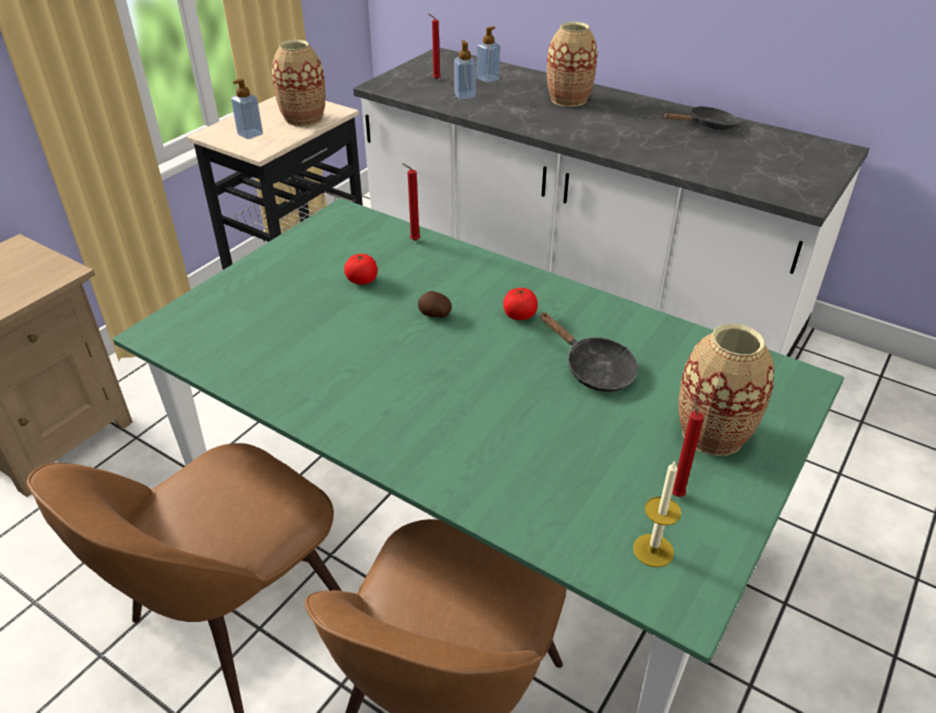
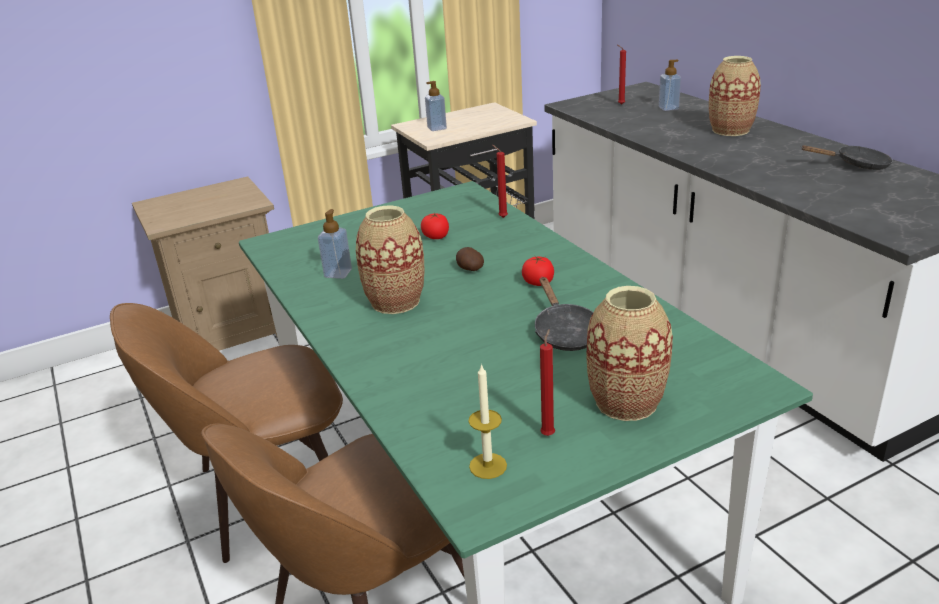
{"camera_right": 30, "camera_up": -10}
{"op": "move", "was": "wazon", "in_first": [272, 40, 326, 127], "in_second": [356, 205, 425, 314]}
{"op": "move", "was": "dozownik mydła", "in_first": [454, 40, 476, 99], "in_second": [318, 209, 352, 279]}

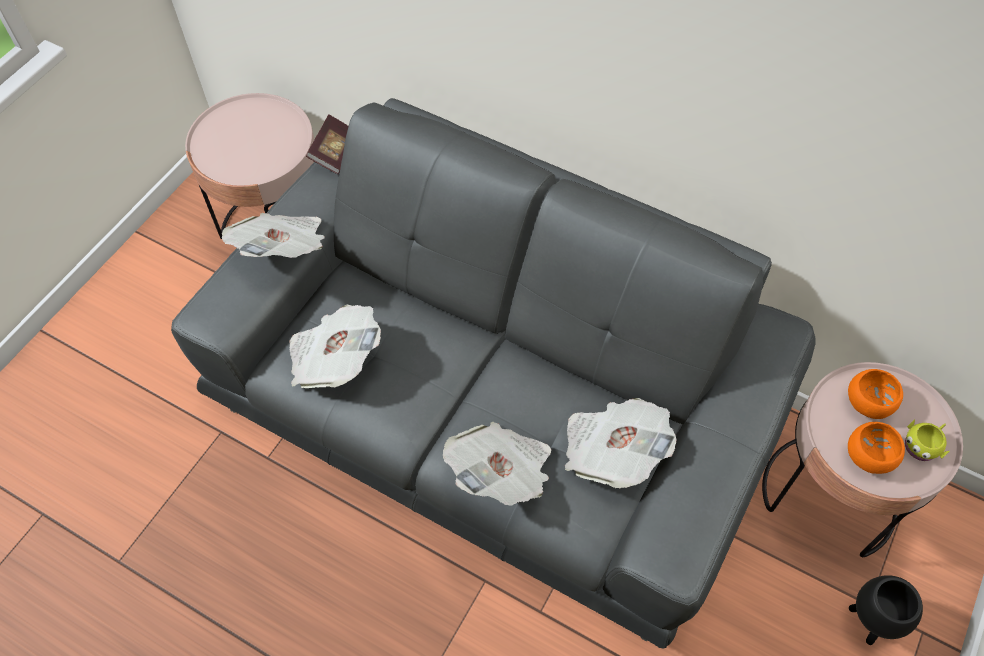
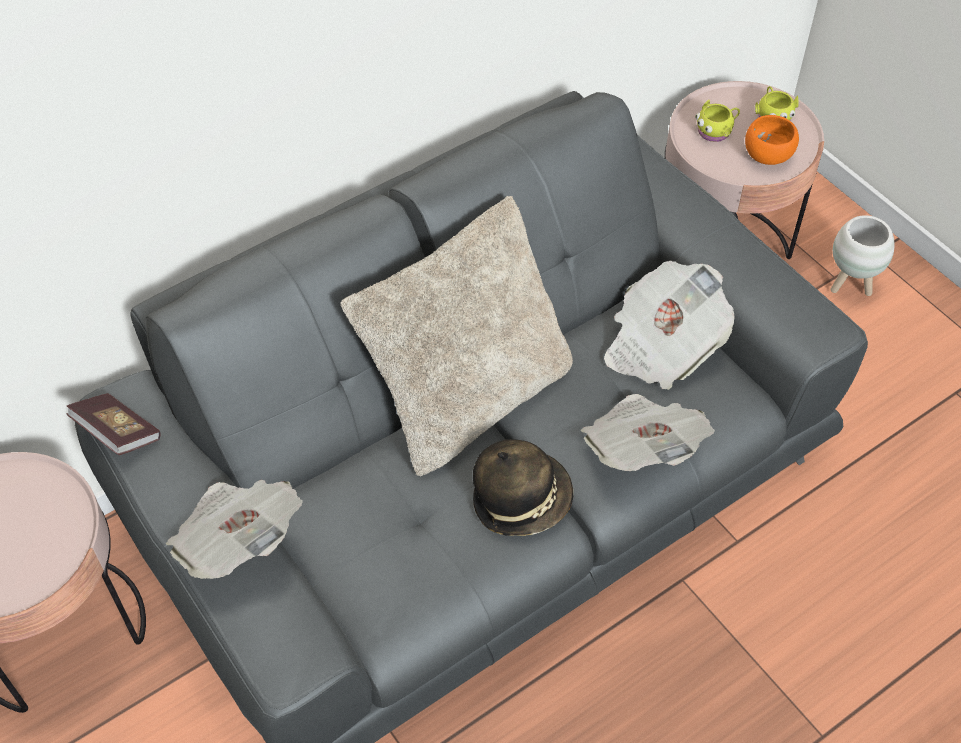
{"camera_right": -65, "camera_up": -5}
{"op": "delete", "was": "gazeta", "in_first": [289, 305, 381, 388]}
{"op": "replace", "was": "miska/pomarańczowy", "now": "kubek/żółty", "in_first": [848, 369, 903, 419], "in_second": [695, 100, 740, 142]}
{"op": "recolor", "was": "donica/czarny", "now": "donica/biały", "in_first": [849, 575, 923, 645], "in_second": [831, 215, 895, 296]}
{"op": "insert", "now": "poduszka/beżowy", "in_second": [340, 196, 573, 476]}
{"op": "insert", "now": "kapelusz", "in_second": [473, 439, 573, 536]}

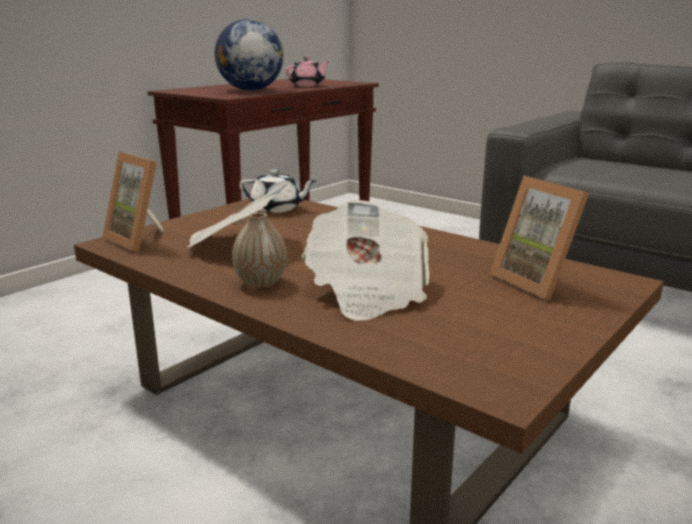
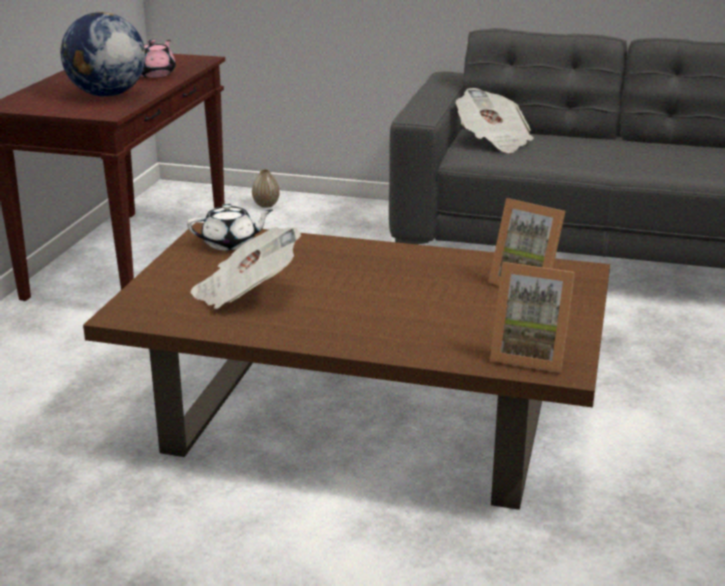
{"camera_right": -25, "camera_up": 5}
{"op": "move", "was": "ramka na zdjęcie", "in_first": [102, 152, 164, 252], "in_second": [490, 262, 575, 373]}
{"op": "move", "was": "gazeta", "in_first": [302, 200, 429, 321], "in_second": [456, 88, 534, 153]}
{"op": "move", "was": "wazon", "in_first": [232, 212, 287, 288], "in_second": [252, 169, 280, 208]}

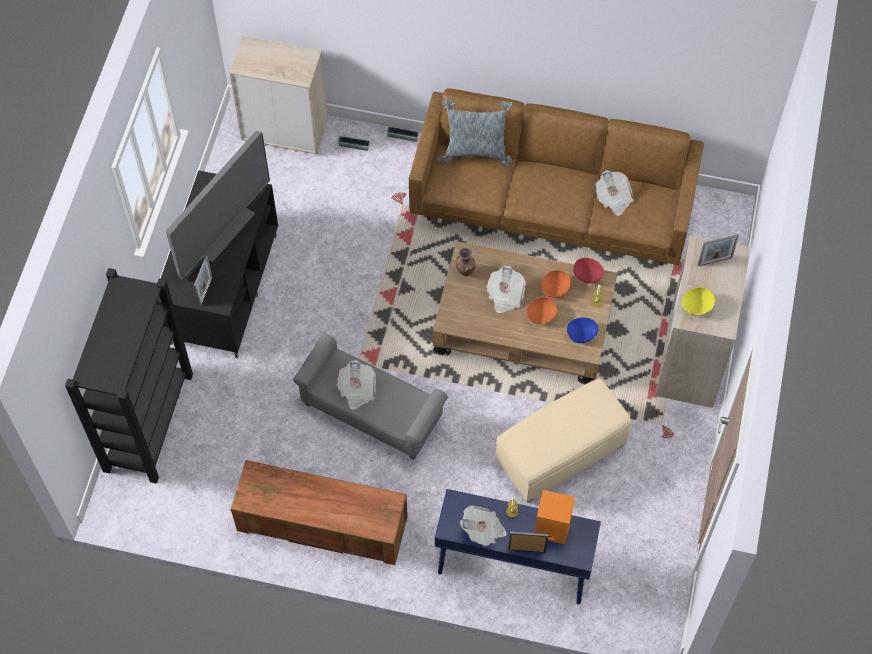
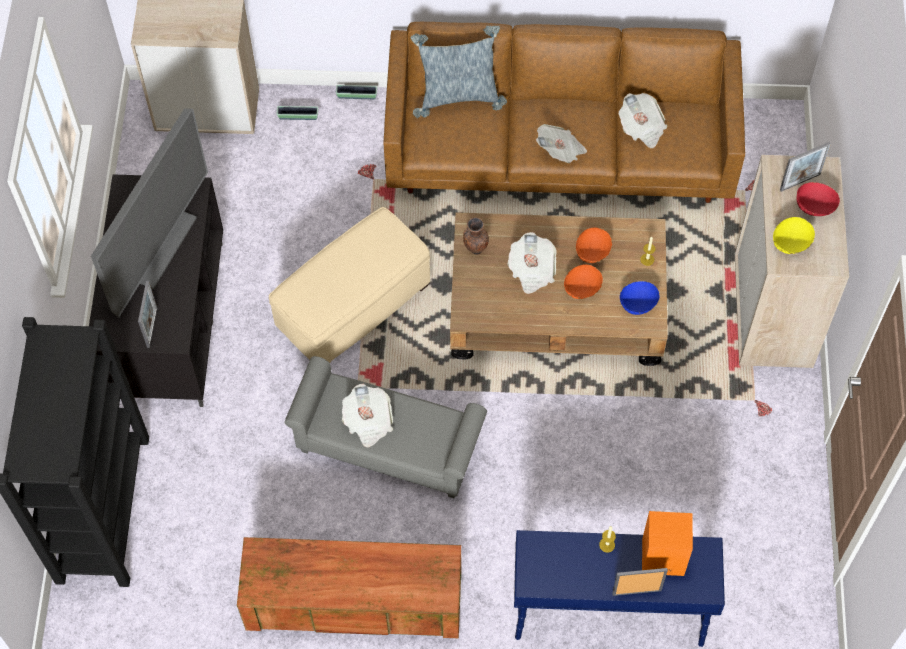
{"camera_right": -10, "camera_up": 0}
{"op": "move", "was": "miska/czerwony", "in_first": [573, 258, 604, 283], "in_second": [797, 182, 840, 216]}
{"op": "move", "was": "pufa/beżowy", "in_first": [496, 378, 632, 503], "in_second": [269, 207, 430, 363]}
{"op": "move", "was": "gazeta", "in_first": [460, 505, 507, 546], "in_second": [536, 124, 587, 163]}

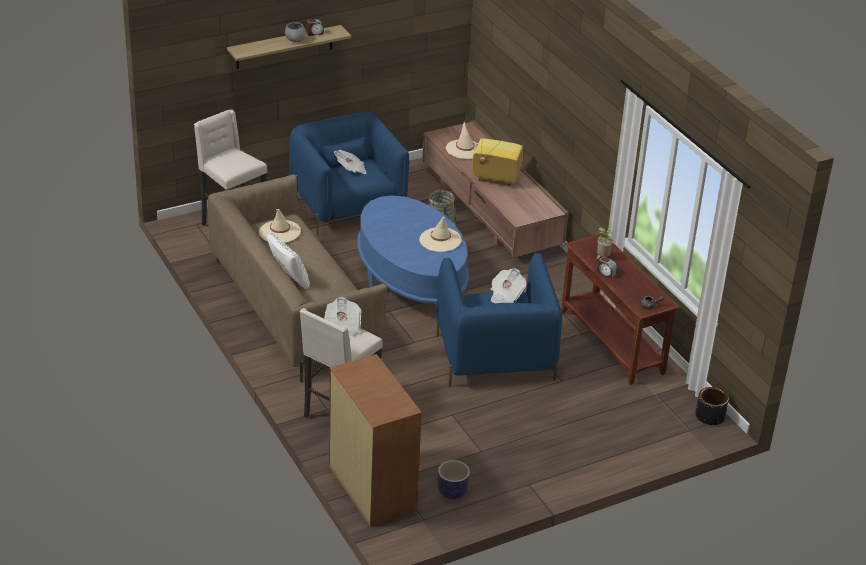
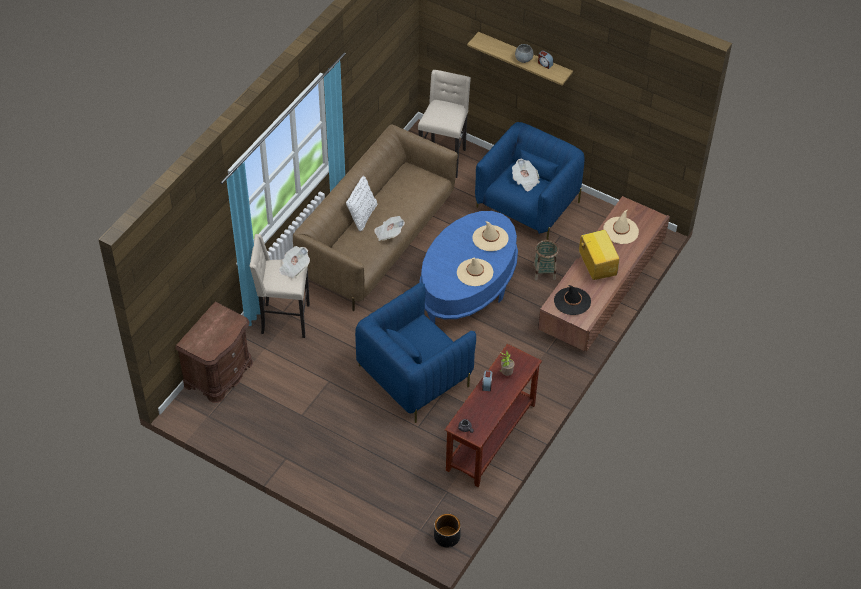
{"camera_right": 60, "camera_up": 15}
{"op": "move", "was": "kapelusz/beżowy", "in_first": [259, 209, 301, 243], "in_second": [472, 221, 509, 251]}
{"op": "move", "was": "gazeta", "in_first": [490, 268, 527, 303], "in_second": [374, 216, 405, 241]}
{"op": "replace", "was": "szafka/brązowy", "now": "szafka nocna/brązowy", "in_first": [329, 354, 422, 527], "in_second": [175, 302, 253, 403]}
{"op": "delete", "was": "donica", "in_first": [437, 460, 470, 499]}
{"op": "insert", "now": "kapelusz/czarny", "in_second": [554, 285, 591, 315]}

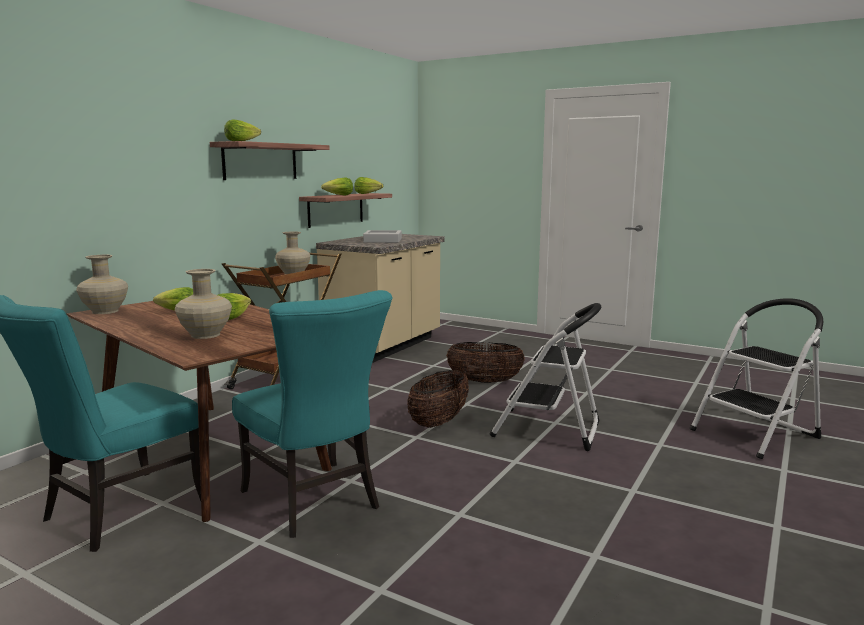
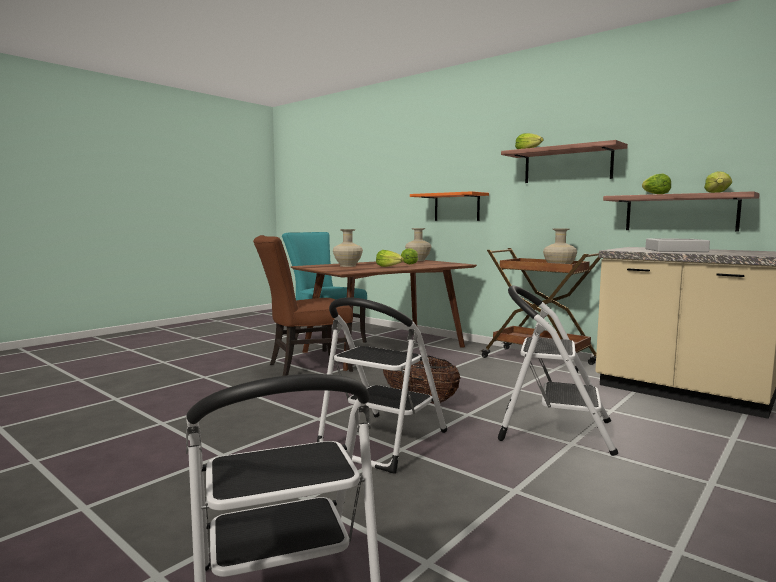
{"camera_right": 100, "camera_up": -5}
{"op": "recolor", "was": "krzesło/turkusowy", "now": "krzesło/brązowy", "in_first": [232, 290, 393, 538], "in_second": [253, 235, 353, 376]}
{"op": "replace", "was": "koszyk", "now": "drabinka", "in_first": [446, 342, 525, 383], "in_second": [498, 285, 618, 456]}
{"op": "insert", "now": "półka/pomarańczowy", "in_second": [410, 191, 489, 221]}

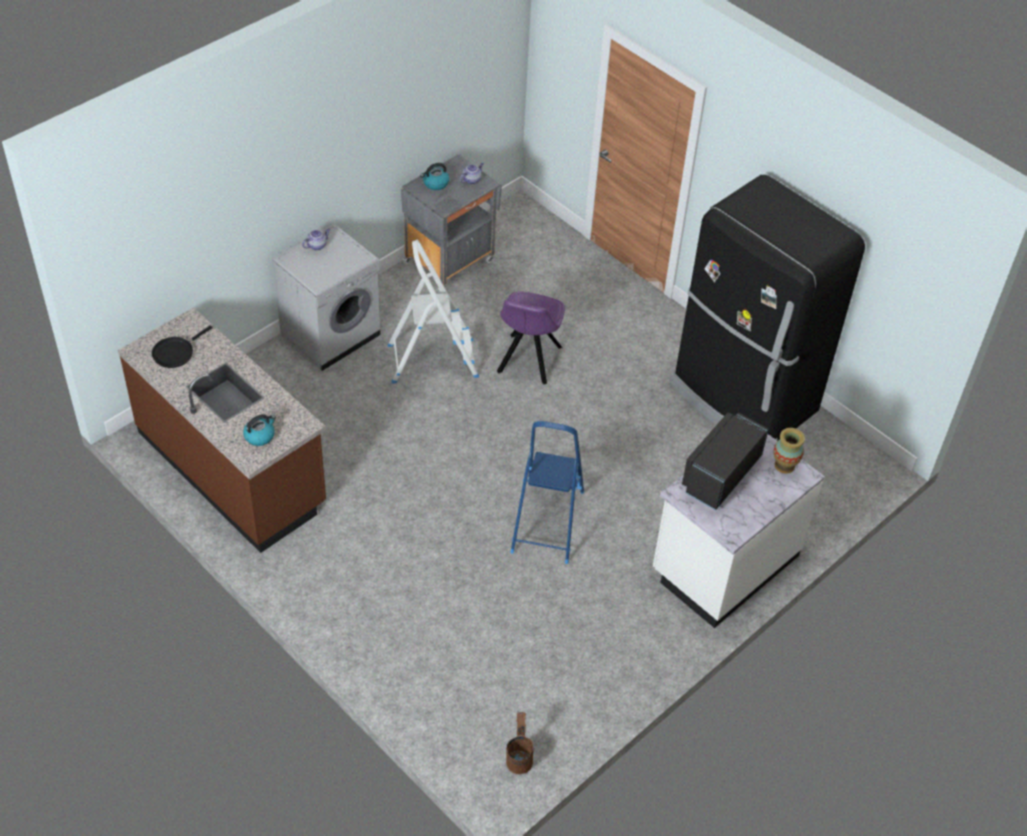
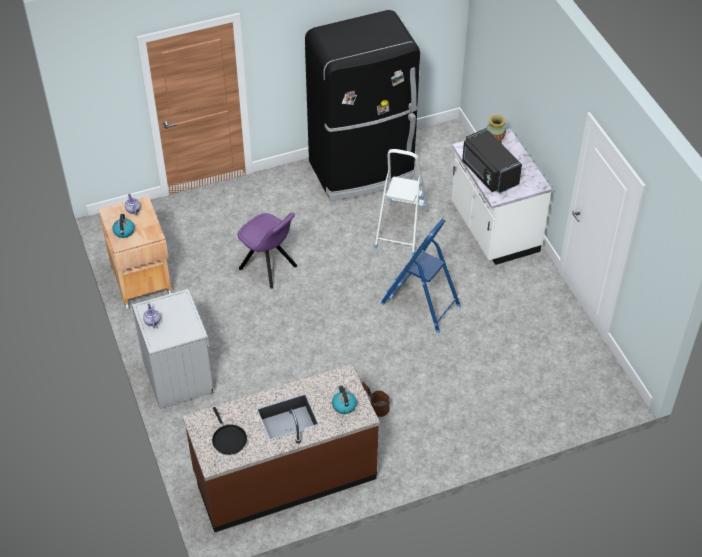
{"camera_right": -65, "camera_up": 0}
{"op": "recolor", "was": "wózek/szary", "now": "wózek/brązowy", "in_first": [401, 154, 502, 292], "in_second": [98, 196, 172, 309]}
{"op": "move", "was": "drabinka/biały", "in_first": [387, 240, 479, 384], "in_second": [375, 149, 428, 255]}
{"op": "move", "was": "wiadro/brązowy", "in_first": [506, 711, 534, 774], "in_second": [361, 382, 390, 417]}

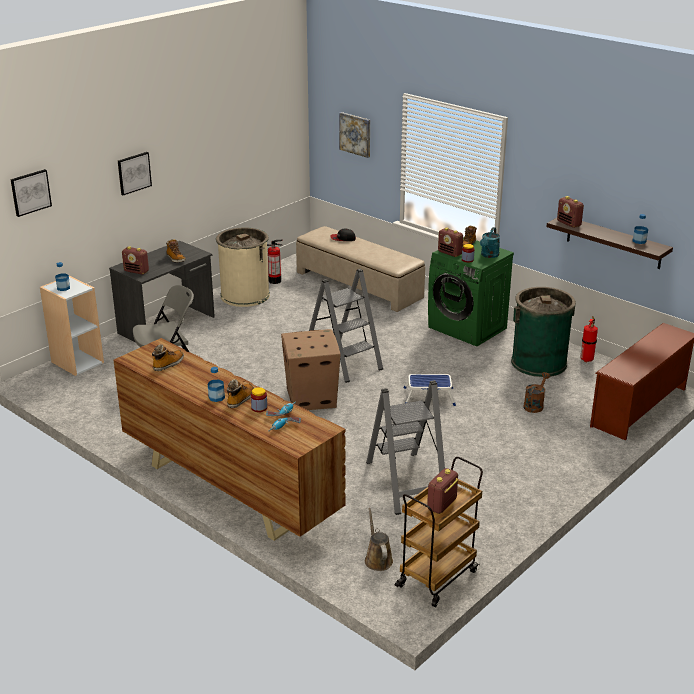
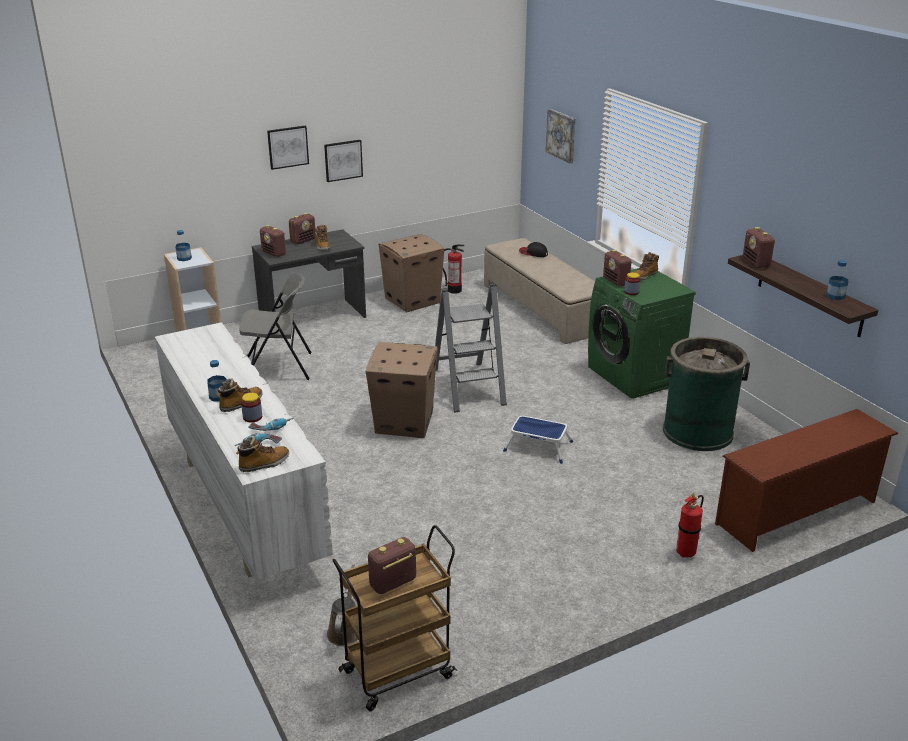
{"camera_right": 20, "camera_up": 0}
{"op": "move", "was": "obraz", "in_first": [10, 169, 52, 217], "in_second": [324, 140, 363, 182]}
{"op": "replace", "was": "kosz na śmieci/beżowy", "now": "karton", "in_first": [216, 227, 270, 307], "in_second": [379, 234, 444, 312]}
{"op": "delete", "was": "konewka/turkusowy", "in_first": [480, 227, 500, 258]}
{"op": "move", "was": "gaśnica", "in_first": [581, 317, 598, 362], "in_second": [676, 493, 704, 557]}
{"op": "recolor", "was": "szafka/brązowy", "now": "szafka/biały", "in_first": [113, 338, 346, 541], "in_second": [155, 322, 333, 580]}
{"op": "move", "was": "but z cholewką", "in_first": [152, 344, 184, 371], "in_second": [236, 436, 289, 472]}
{"op": "delete", "was": "konewka/brązowy", "in_first": [523, 372, 550, 413]}
{"op": "delete", "was": "drabinka/szary", "in_first": [366, 380, 445, 515]}
{"op": "insert", "now": "radio", "in_second": [289, 213, 316, 244]}

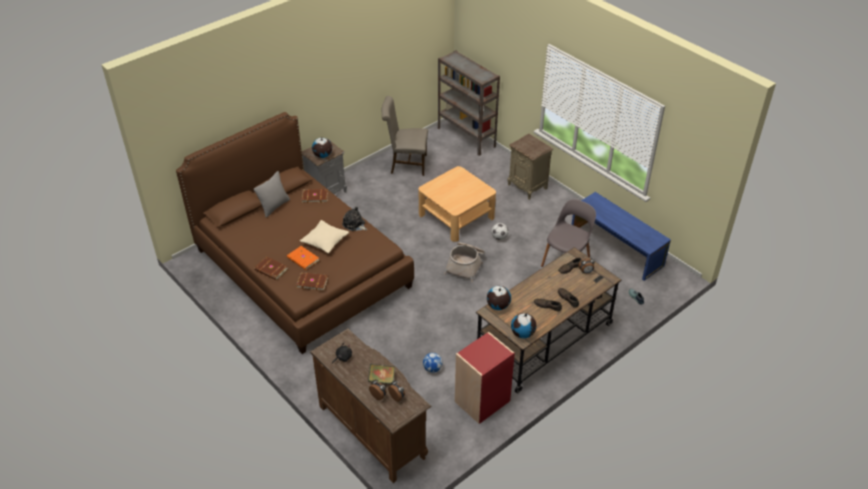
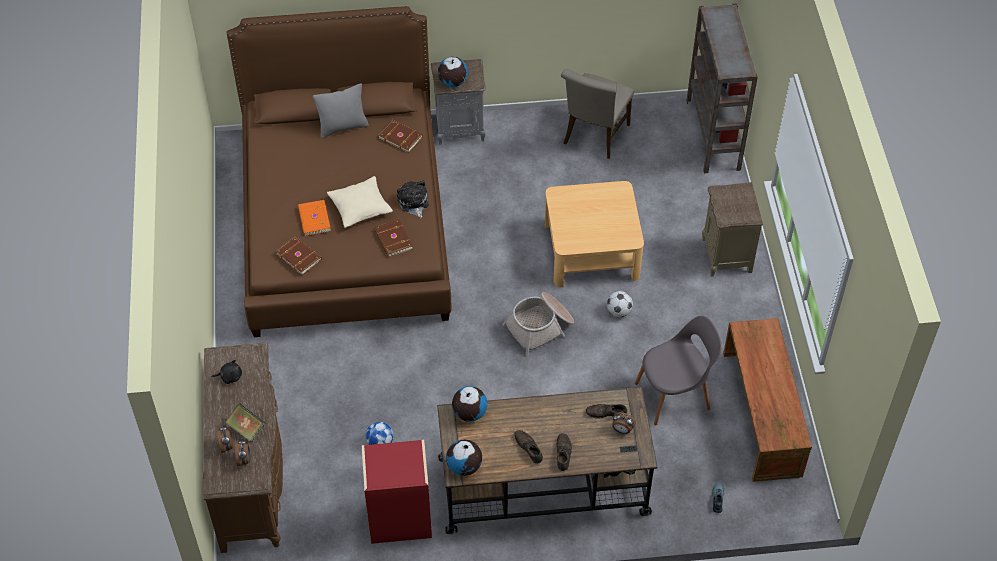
{"camera_right": 35, "camera_up": 10}
{"op": "rotate", "was": "krzesło/beżowy", "in_first": [382, 96, 428, 176], "in_second": [561, 69, 634, 159], "clockwise": -105}
{"op": "recolor", "was": "ławka/niebieski", "now": "ławka/brązowy", "in_first": [572, 192, 671, 281], "in_second": [723, 318, 812, 482]}
{"op": "move", "was": "książka/brązowy", "in_first": [254, 256, 288, 280], "in_second": [374, 219, 413, 257]}

